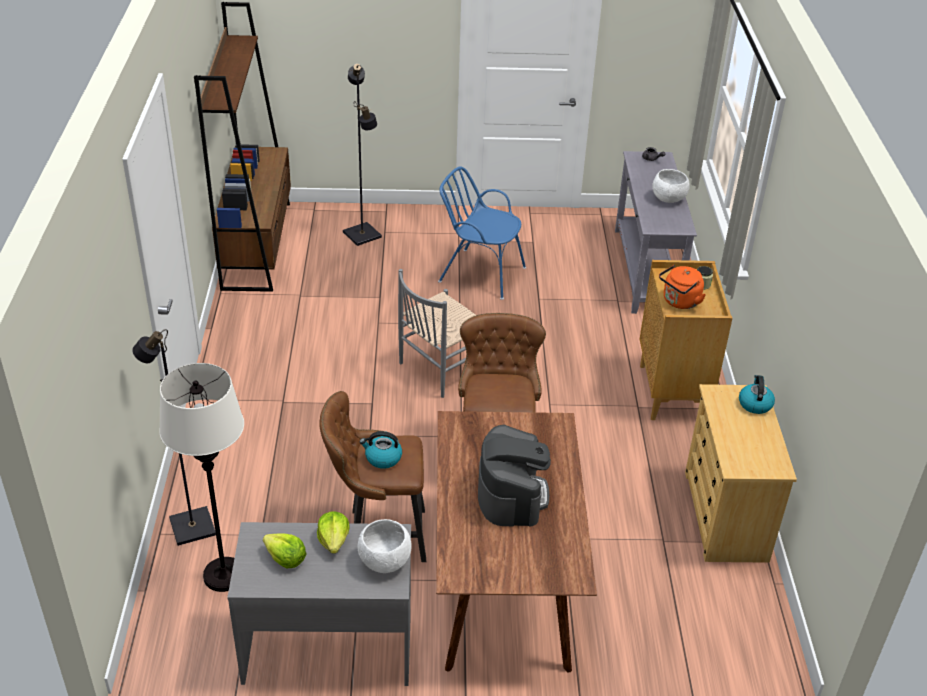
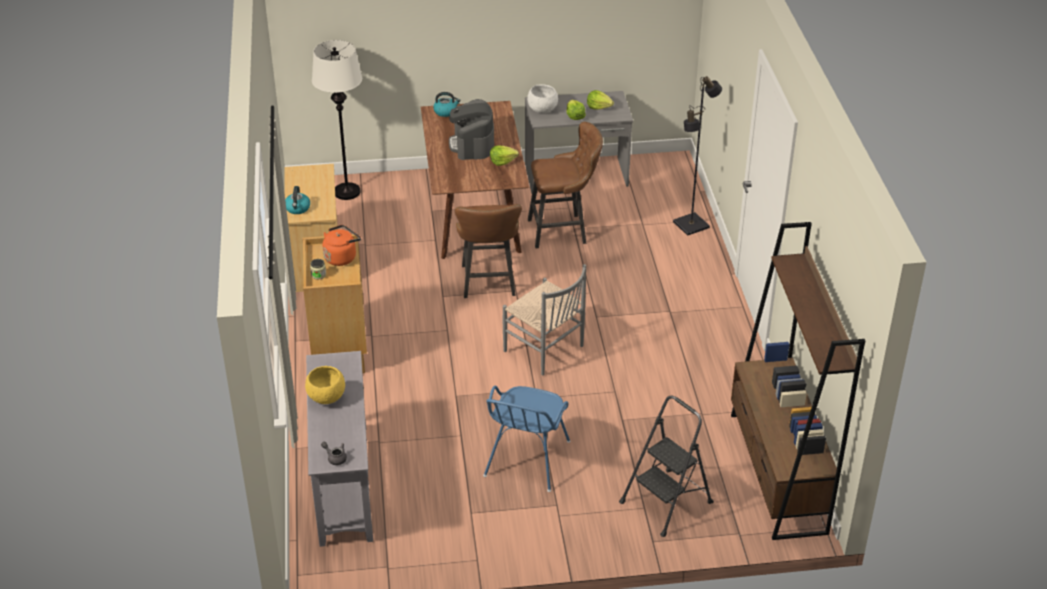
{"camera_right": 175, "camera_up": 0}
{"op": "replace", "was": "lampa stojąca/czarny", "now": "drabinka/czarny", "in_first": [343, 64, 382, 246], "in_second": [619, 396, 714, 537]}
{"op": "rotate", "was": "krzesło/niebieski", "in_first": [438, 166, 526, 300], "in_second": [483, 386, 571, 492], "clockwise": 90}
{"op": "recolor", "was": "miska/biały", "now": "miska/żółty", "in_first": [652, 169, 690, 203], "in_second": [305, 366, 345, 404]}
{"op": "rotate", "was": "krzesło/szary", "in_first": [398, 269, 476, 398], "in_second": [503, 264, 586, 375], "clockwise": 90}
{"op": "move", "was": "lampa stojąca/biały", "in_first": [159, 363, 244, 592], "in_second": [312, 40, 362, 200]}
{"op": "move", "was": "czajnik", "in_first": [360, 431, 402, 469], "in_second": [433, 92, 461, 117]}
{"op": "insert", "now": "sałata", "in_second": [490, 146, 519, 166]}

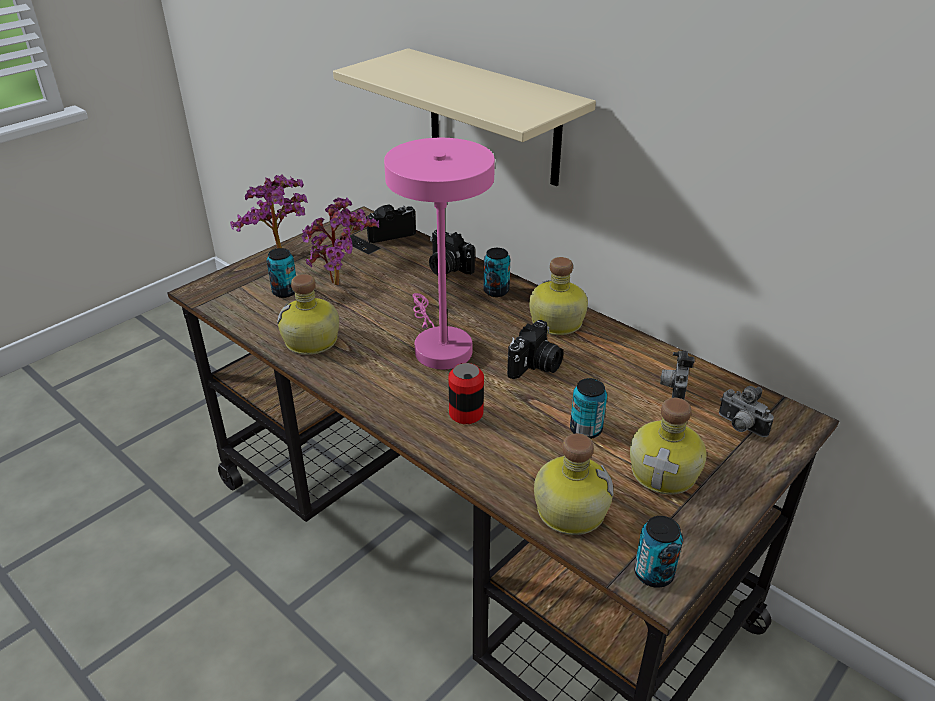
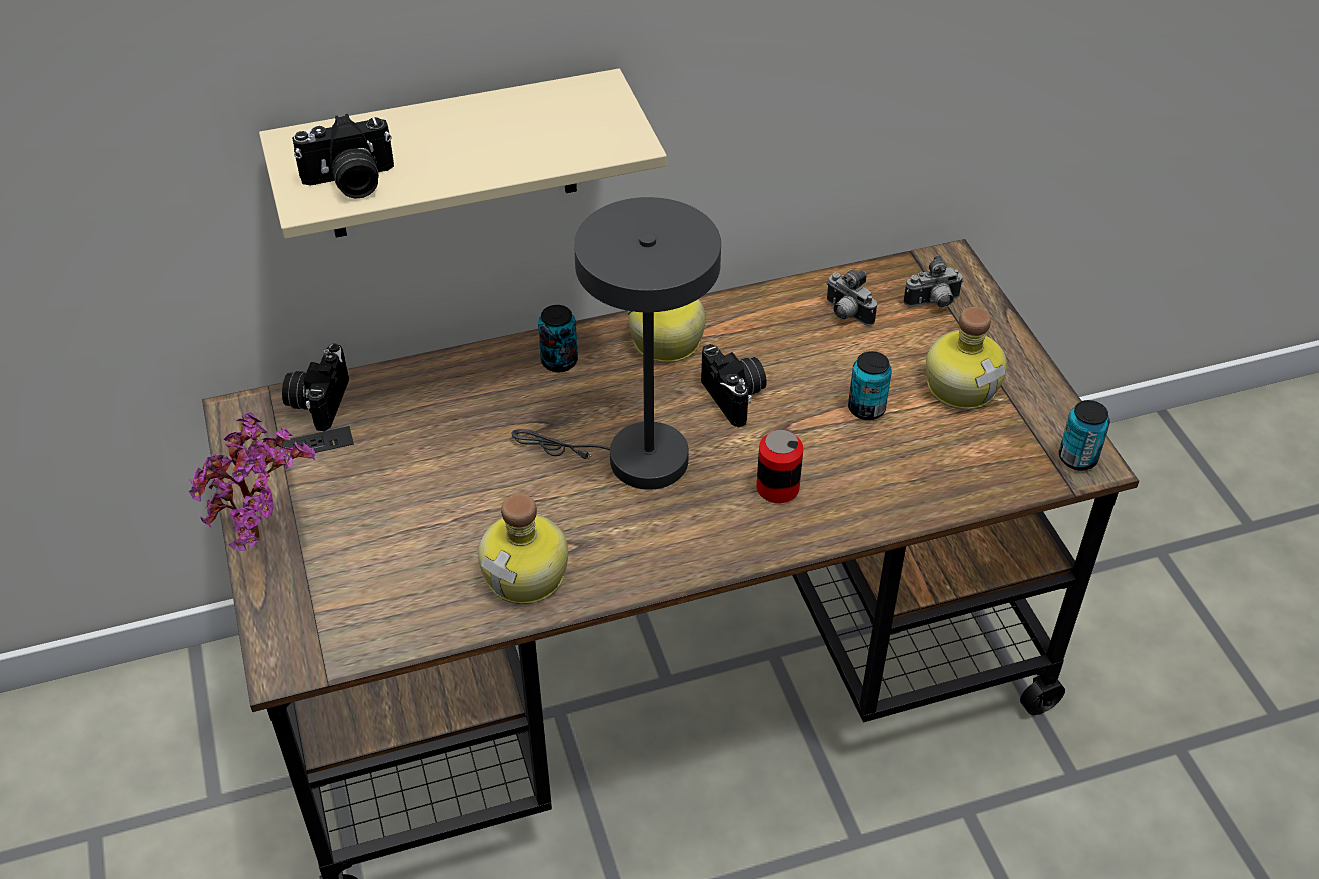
{"camera_right": -60, "camera_up": 10}
{"op": "recolor", "was": "lampa stołowa/różowy", "now": "lampa stołowa/szary", "in_first": [384, 138, 495, 369], "in_second": [511, 197, 721, 490]}
{"op": "delete", "was": "roślina doniczkowa", "in_first": [301, 197, 379, 285]}
{"op": "move", "was": "aparat fotograficzny", "in_first": [429, 230, 475, 275], "in_second": [292, 114, 394, 199]}
{"op": "delete", "was": "puszka", "in_first": [267, 248, 296, 298]}
{"op": "delete", "was": "butelka", "in_first": [534, 433, 613, 535]}

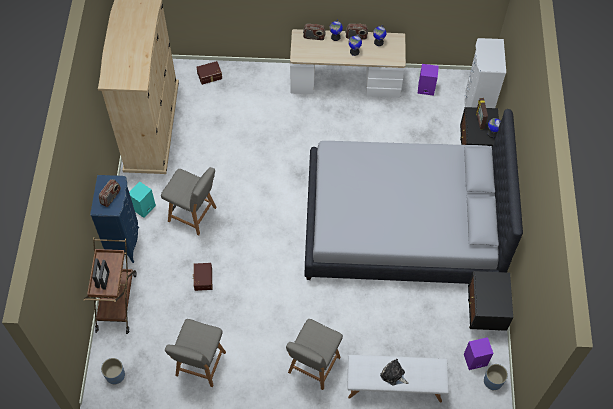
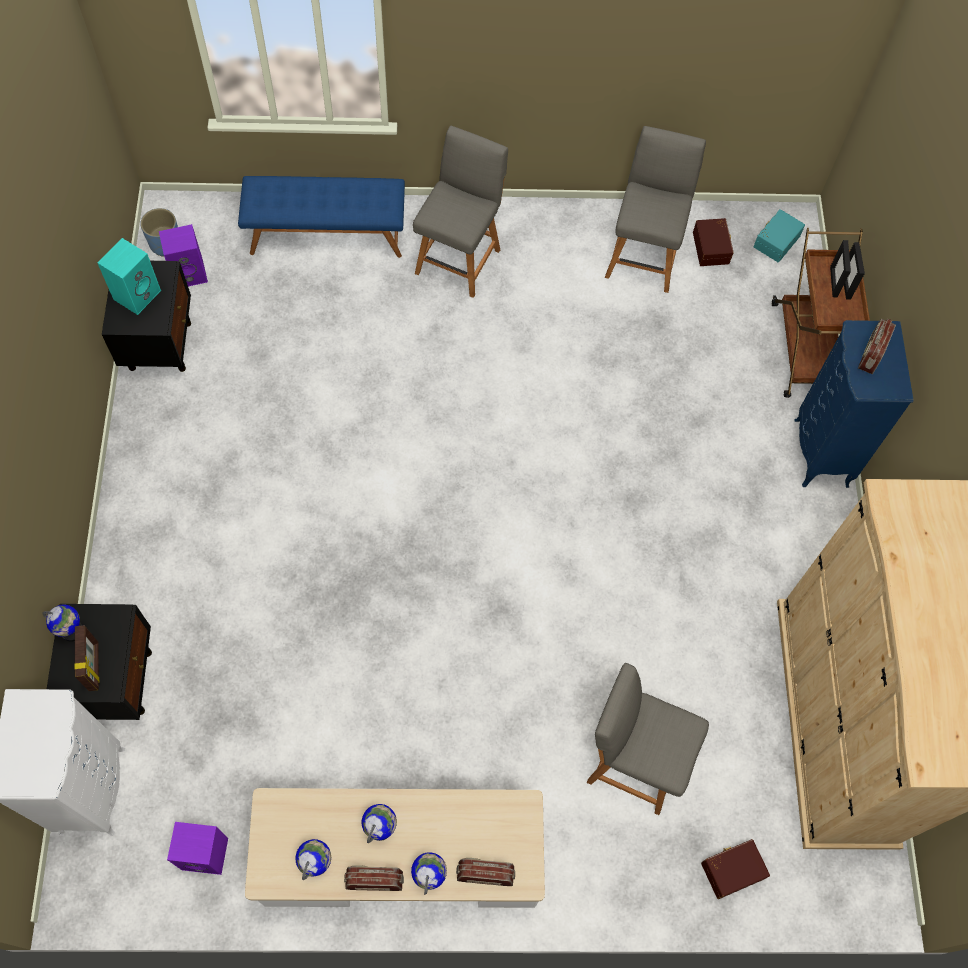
{"camera_right": 175, "camera_up": 5}
{"op": "delete", "was": "łóżko/szary", "in_first": [305, 109, 523, 284]}
{"op": "move", "was": "krzesło/szary", "in_first": [161, 167, 217, 235], "in_second": [587, 663, 709, 815]}
{"op": "move", "was": "głośnik/turkusowy", "in_first": [129, 181, 156, 218], "in_second": [98, 238, 161, 315]}
{"op": "move", "was": "pojemnik do przechowywania/brązowy", "in_first": [193, 263, 212, 291], "in_second": [693, 218, 734, 266]}
{"op": "recolor", "was": "ławka/biały", "now": "ławka/niebieski", "in_first": [347, 355, 449, 402], "in_second": [238, 176, 405, 258]}
{"op": "replace", "was": "donica/niebieski", "now": "pojemnik do przechowywania/turkusowy", "in_first": [101, 358, 125, 385], "in_second": [754, 209, 805, 262]}
{"op": "delete", "was": "pluszak", "in_first": [380, 359, 408, 385]}

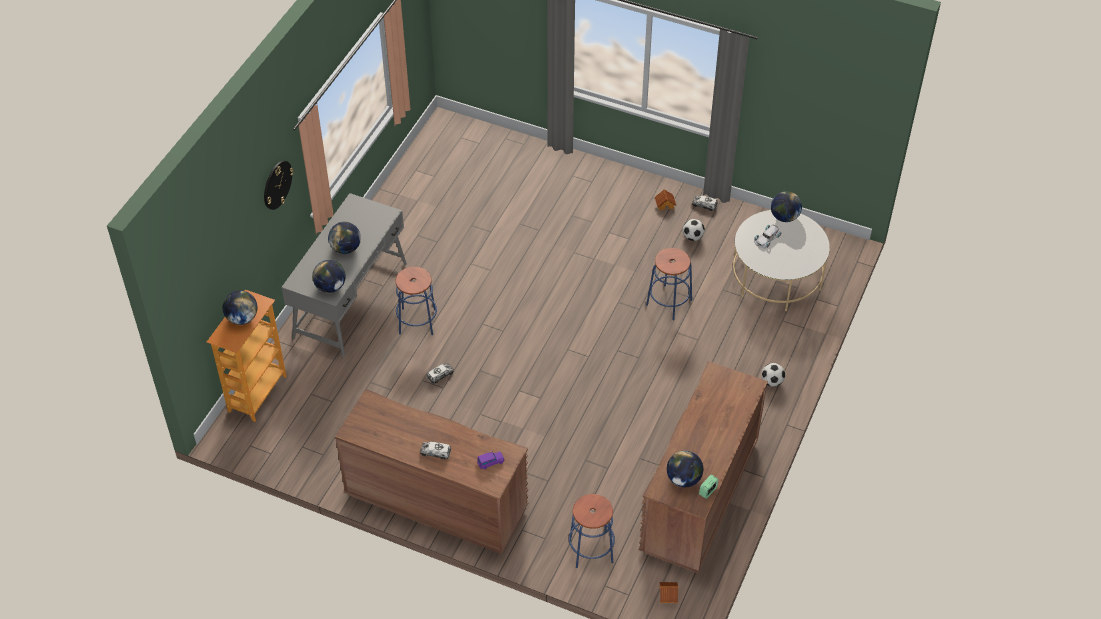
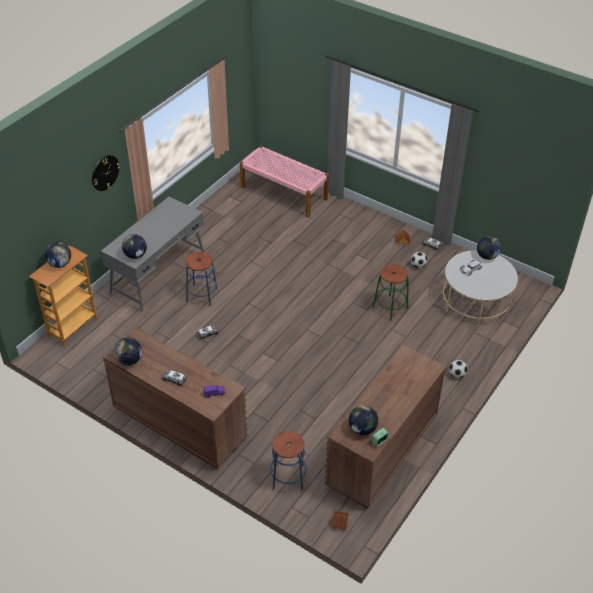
{"camera_right": 10, "camera_up": -5}
{"op": "move", "was": "globus", "in_first": [328, 222, 361, 254], "in_second": [114, 338, 142, 365]}
{"op": "recolor", "was": "stołek/niebieski", "now": "stołek/zielony", "in_first": [646, 248, 692, 320], "in_second": [373, 264, 409, 321]}
{"op": "insert", "now": "ławka/różowy", "in_second": [240, 146, 329, 218]}

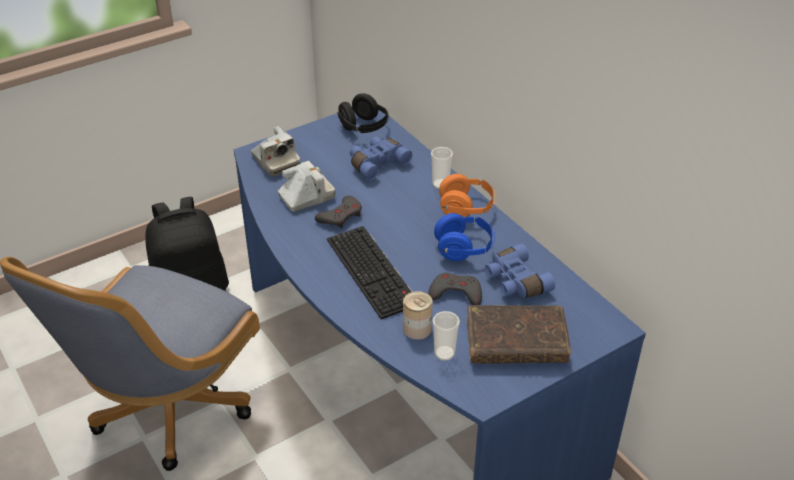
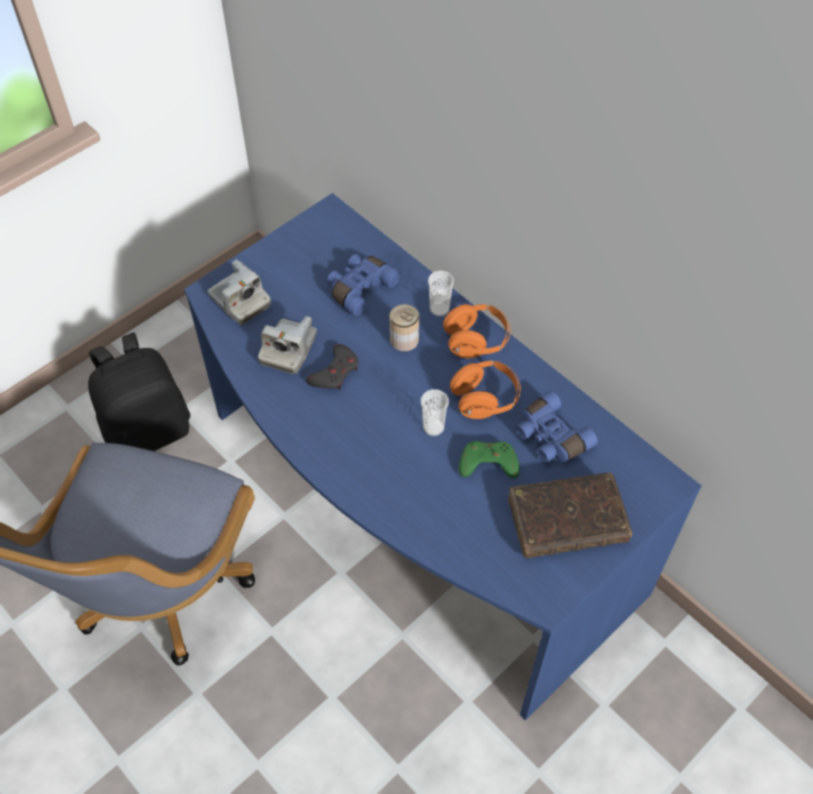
{"camera_right": -10, "camera_up": 15}
{"op": "delete", "was": "słuchawki/czarny", "in_first": [337, 93, 389, 133]}
{"op": "rotate", "was": "aparat fotograficzny", "in_first": [278, 161, 335, 212], "in_second": [258, 316, 317, 374], "clockwise": 150}
{"op": "recolor", "was": "słuchawki/niebieski", "now": "słuchawki/pomarańczowy", "in_first": [434, 213, 495, 261], "in_second": [450, 360, 521, 419]}
{"op": "delete", "was": "klawiatura", "in_first": [327, 226, 413, 319]}
{"op": "recolor", "was": "pad do gier/szary", "now": "pad do gier/zielony", "in_first": [428, 273, 482, 305], "in_second": [459, 441, 520, 478]}
{"op": "move", "was": "puszka", "in_first": [403, 291, 432, 340], "in_second": [390, 304, 419, 352]}
{"op": "move", "was": "filiżanka", "in_first": [433, 311, 460, 361], "in_second": [421, 389, 449, 436]}

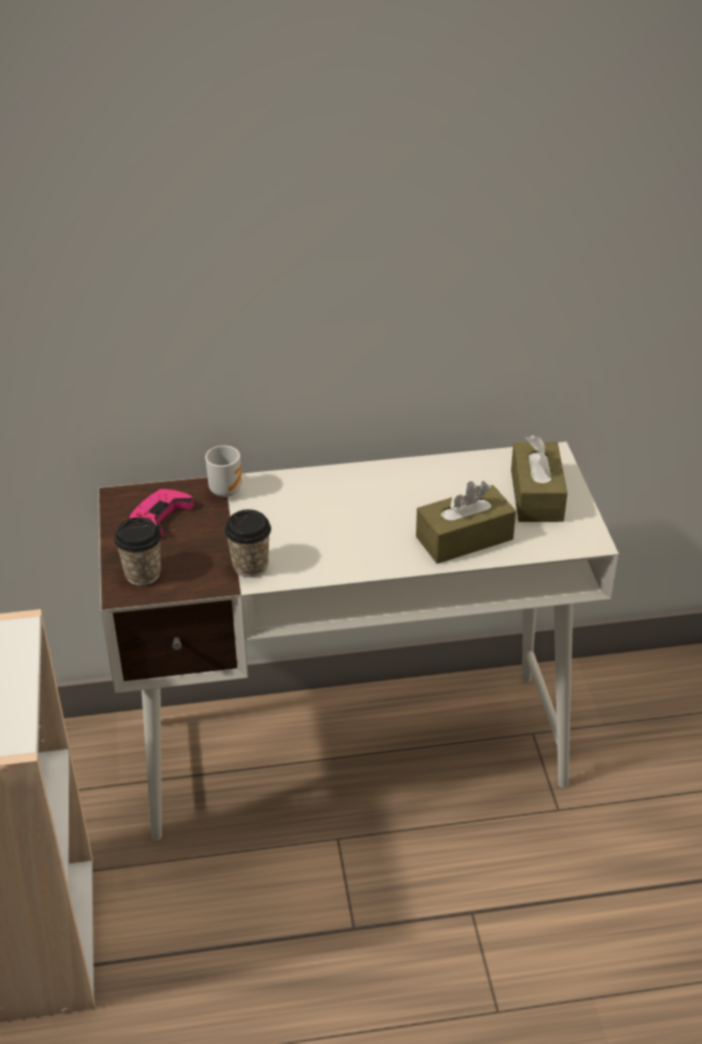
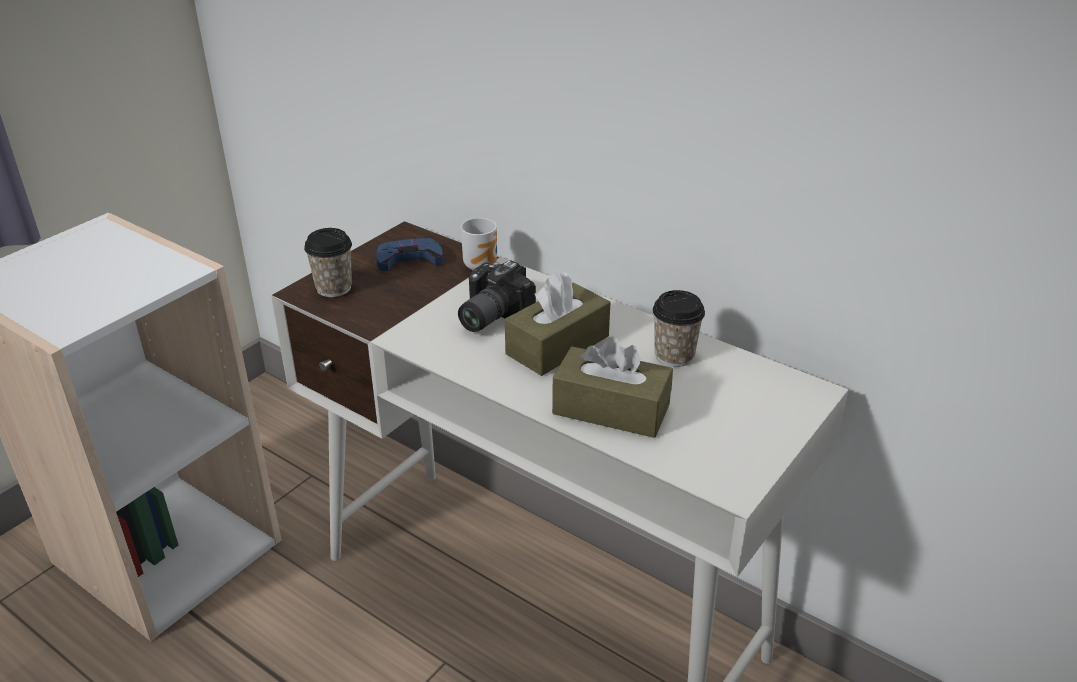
{"camera_right": 45, "camera_up": -5}
{"op": "move", "was": "pudełko chusteczek/brązowy", "in_first": [511, 435, 567, 522], "in_second": [505, 271, 611, 376]}
{"op": "recolor", "was": "pad do gier/różowy", "now": "pad do gier/niebieski", "in_first": [128, 489, 194, 537], "in_second": [376, 237, 443, 271]}
{"op": "move", "was": "filiżanka", "in_first": [225, 509, 271, 577], "in_second": [653, 290, 705, 367]}
{"op": "insert", "now": "aparat fotograficzny", "in_second": [458, 260, 536, 332]}

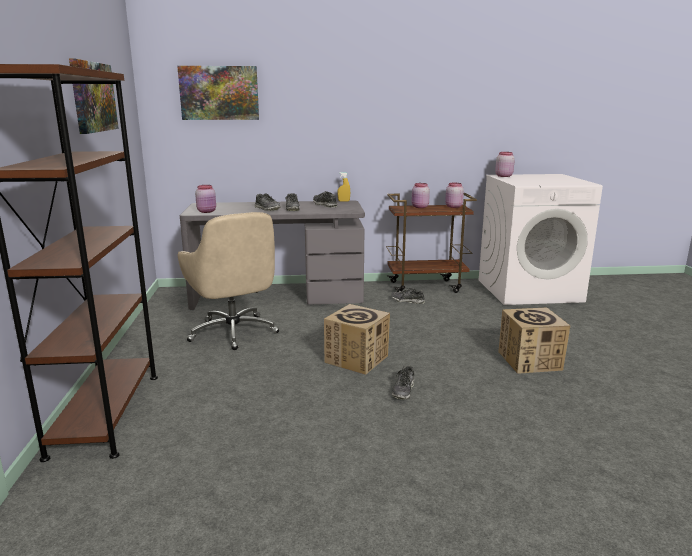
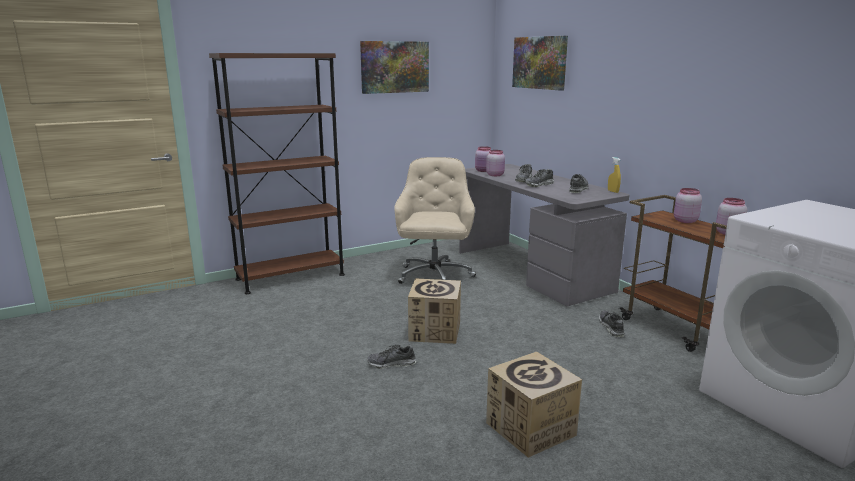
{"camera_right": 65, "camera_up": 0}
{"op": "move", "was": "słoik/różowy", "in_first": [495, 152, 515, 177], "in_second": [486, 150, 505, 176]}
{"op": "rotate", "was": "krzesło biurowe/beżowy", "in_first": [178, 212, 279, 350], "in_second": [394, 157, 476, 284], "clockwise": 150}

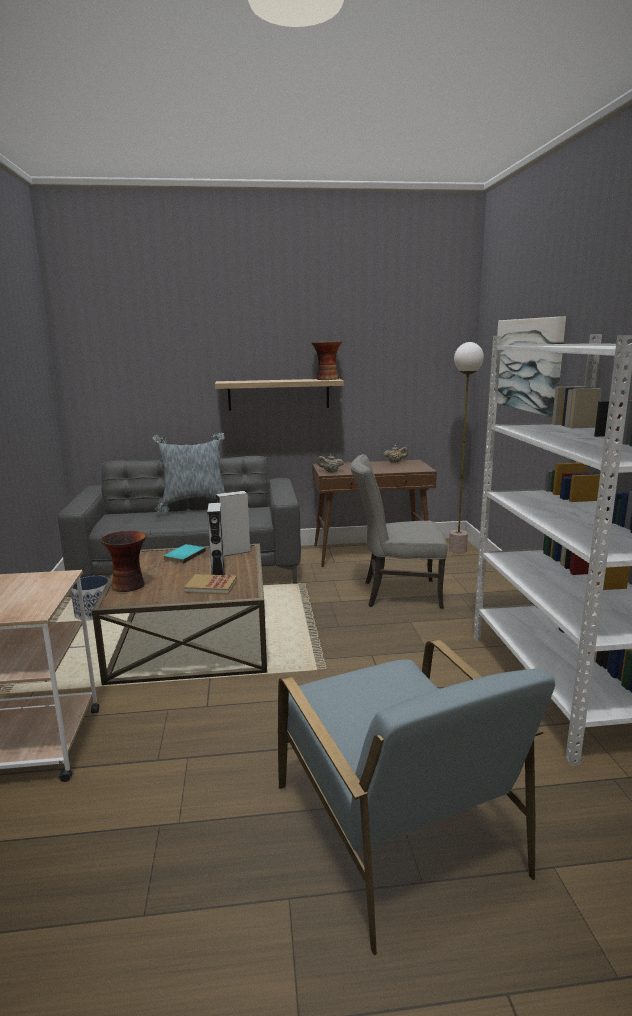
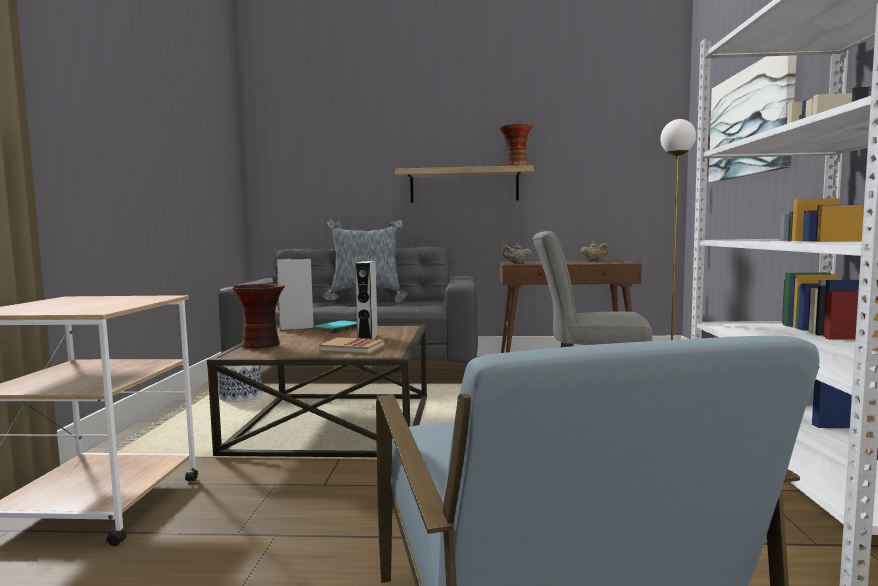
{"camera_right": 10, "camera_up": -10}
{"op": "move", "was": "głośnik/szary", "in_first": [216, 491, 251, 556], "in_second": [276, 259, 314, 331]}

